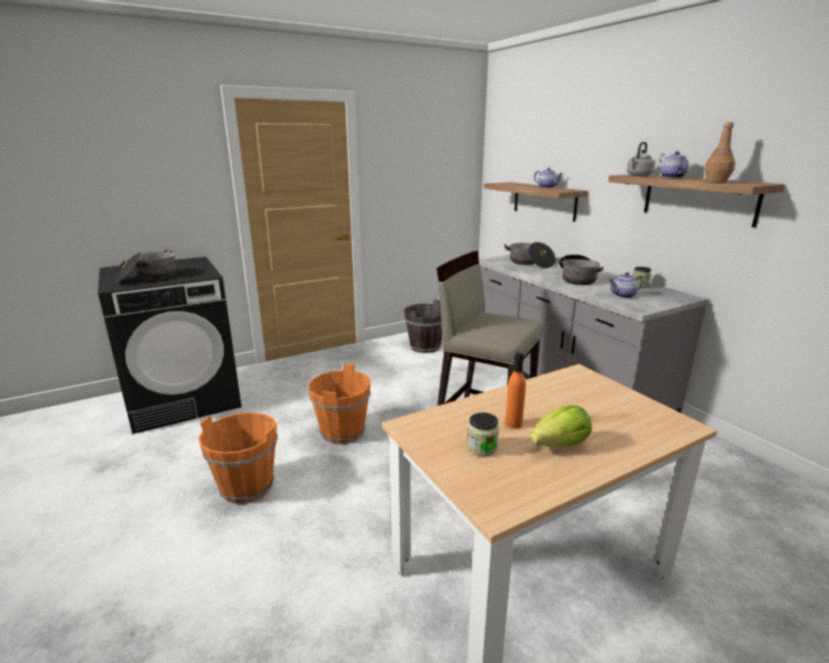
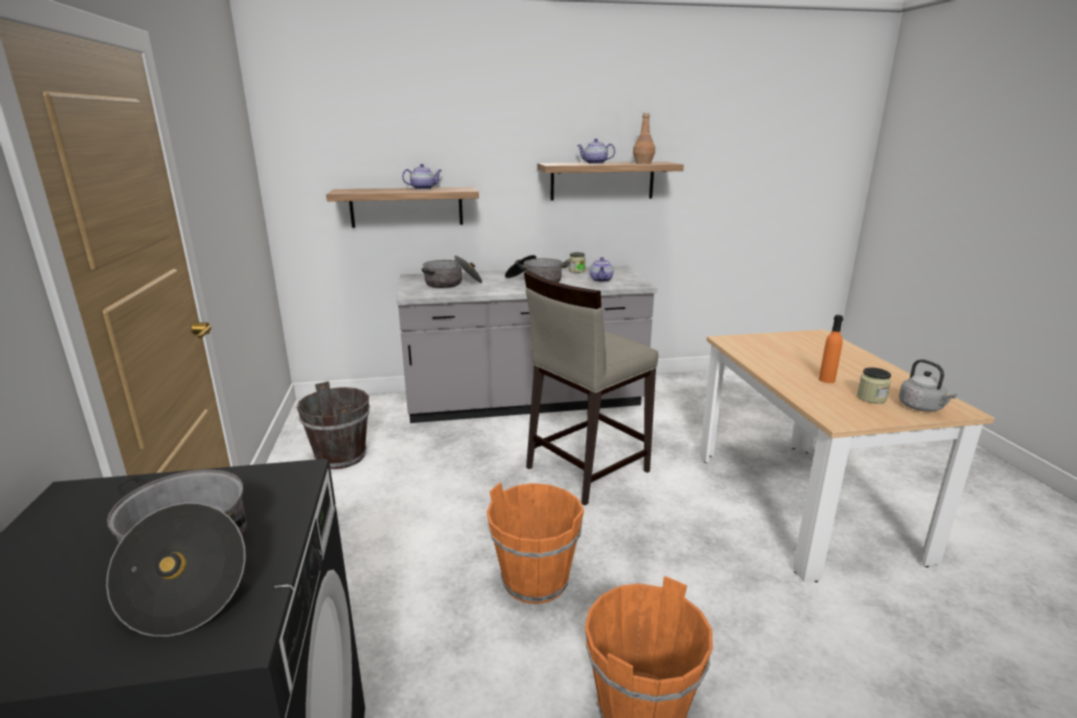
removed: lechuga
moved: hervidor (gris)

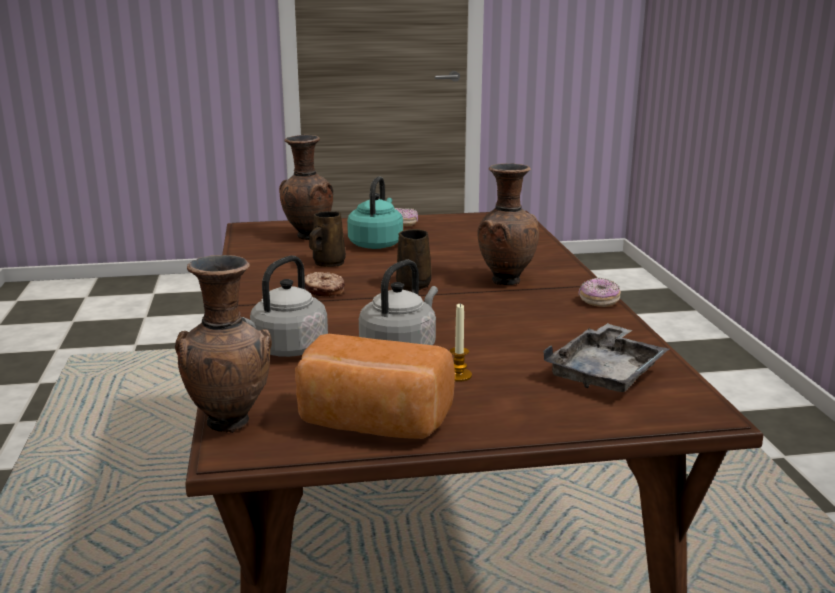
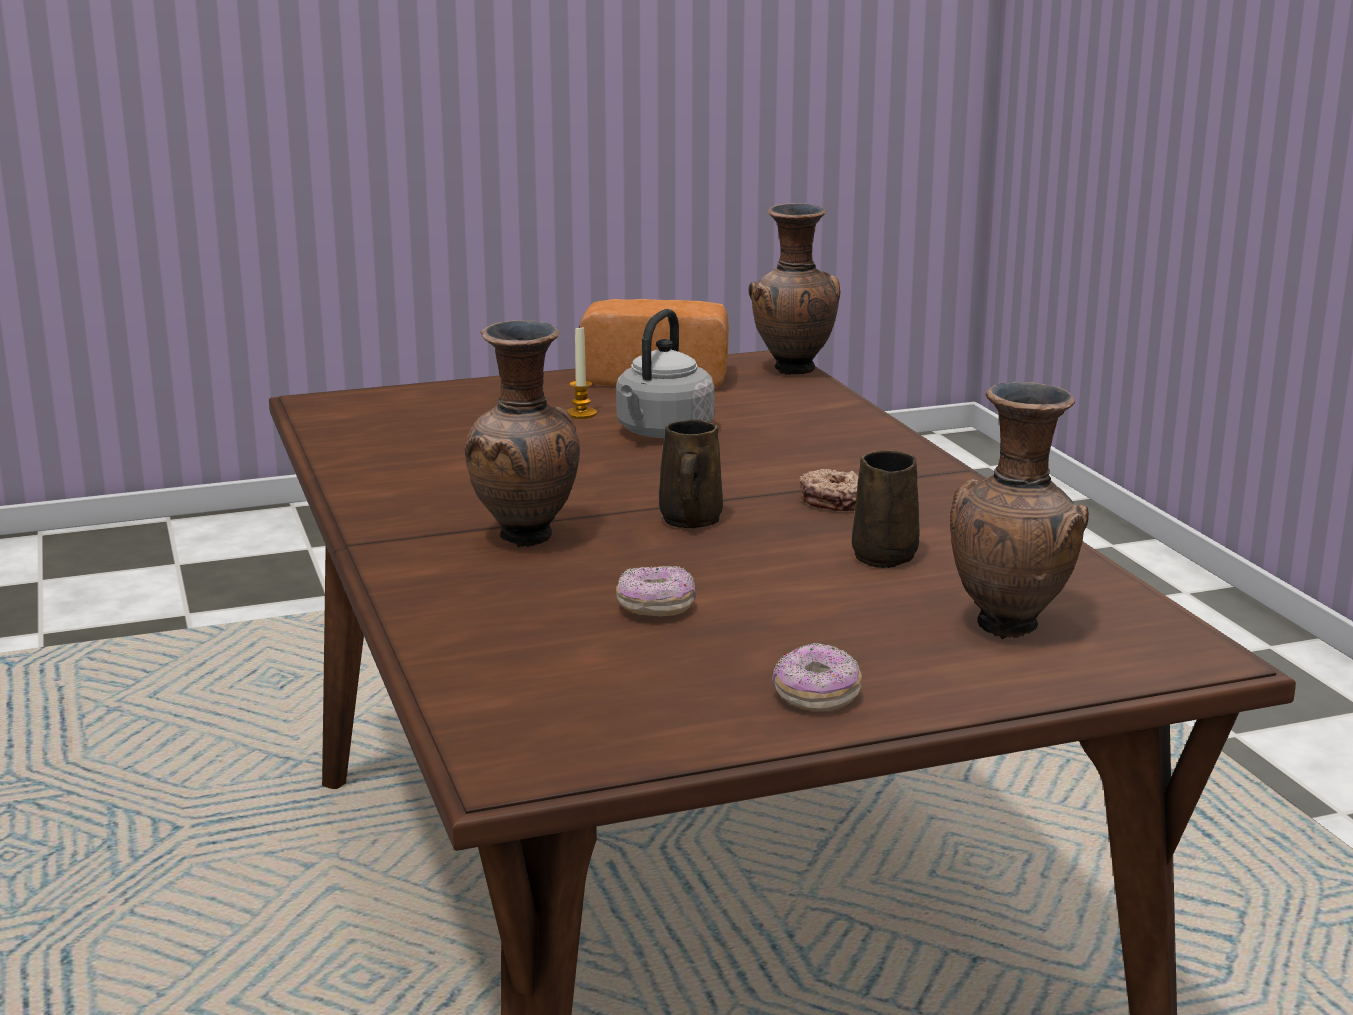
removed: hervidor (gris) (1st from left); hervidor (turquesa); bandeja (gris)
moved: rosquilla (3rd from left in the first image) to rosquilla (1st from left)

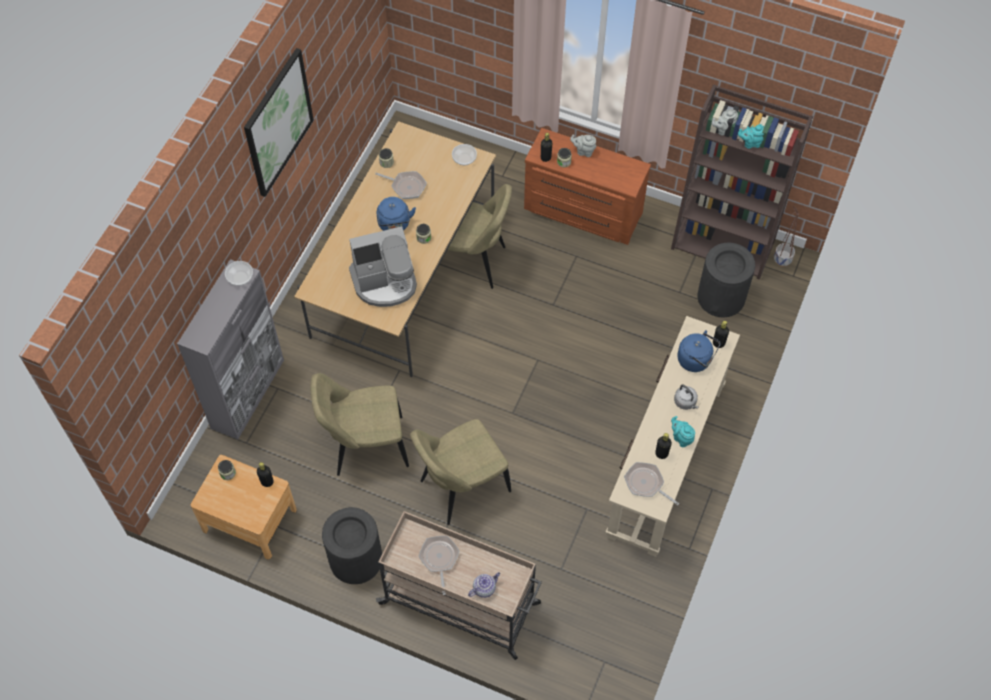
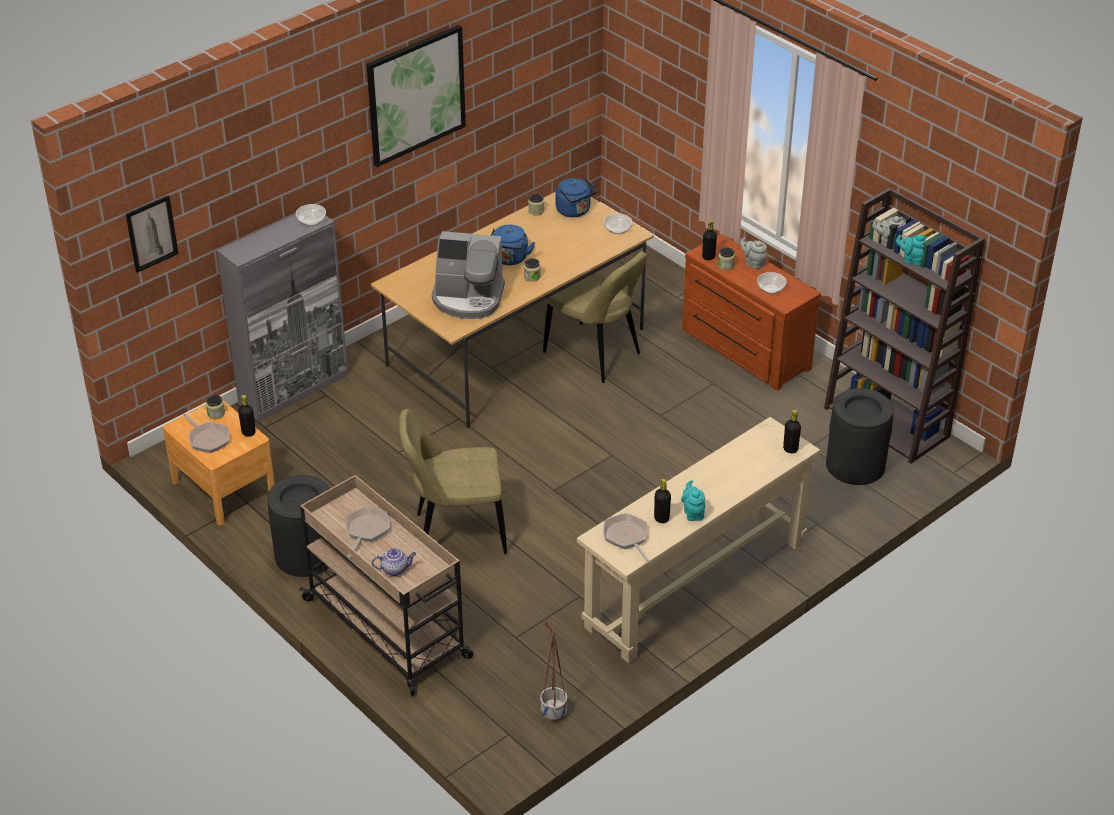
removed: silla (beis) (1st from left); hervidor (gris)
added: cuadro (1st from left); cuenco (3rd from left)
moved: sartén (1st from left); hervidor (azul) (2nd from left); maceta

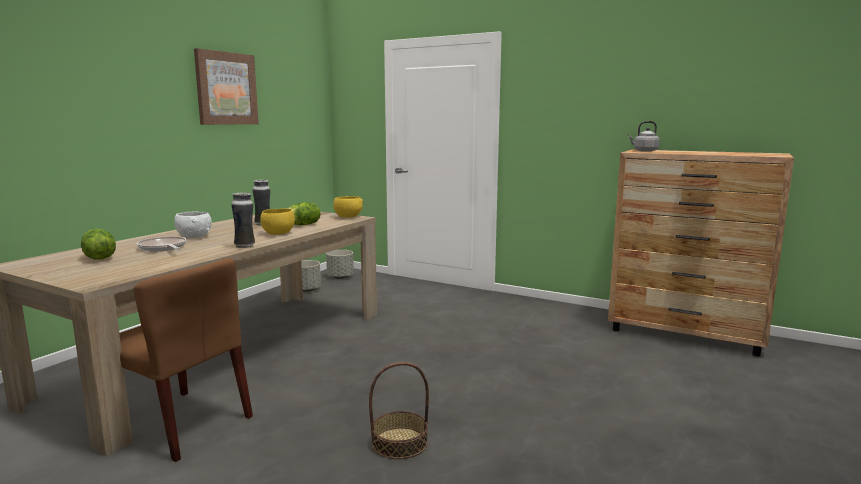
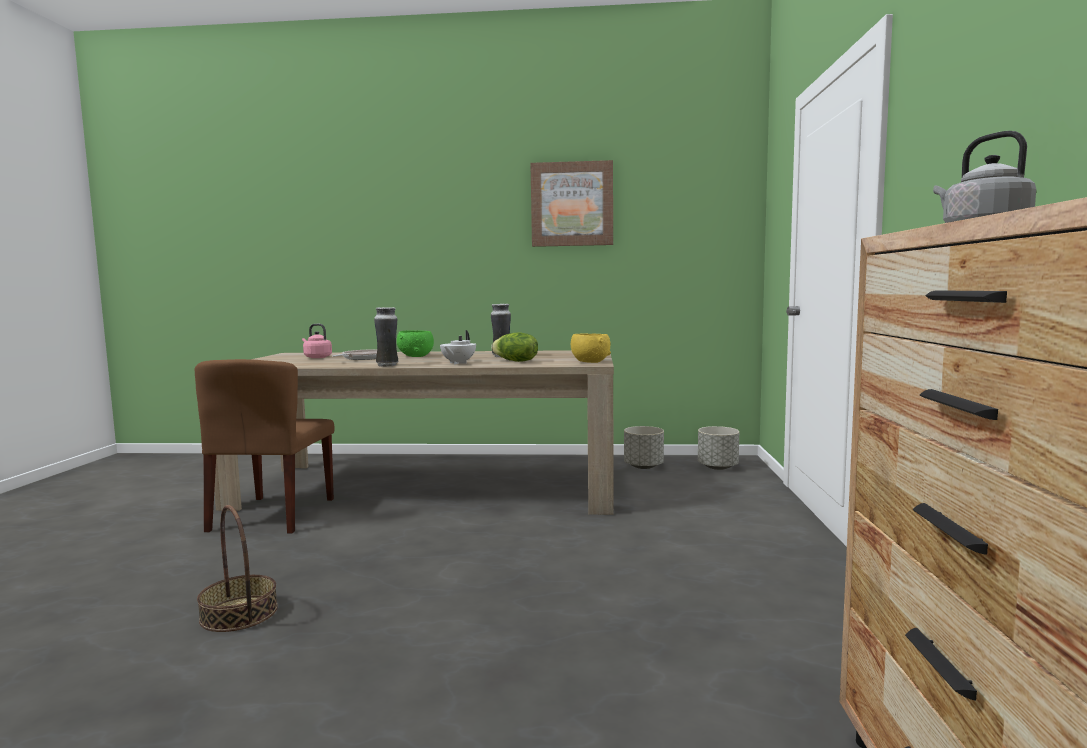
replaced: lechuga (1st from left) to hervidor (rosa); cuenco (amarillo) (1st from left) to tetera (blanco)
recoloured: cuenco (blanco) to cuenco (verde)

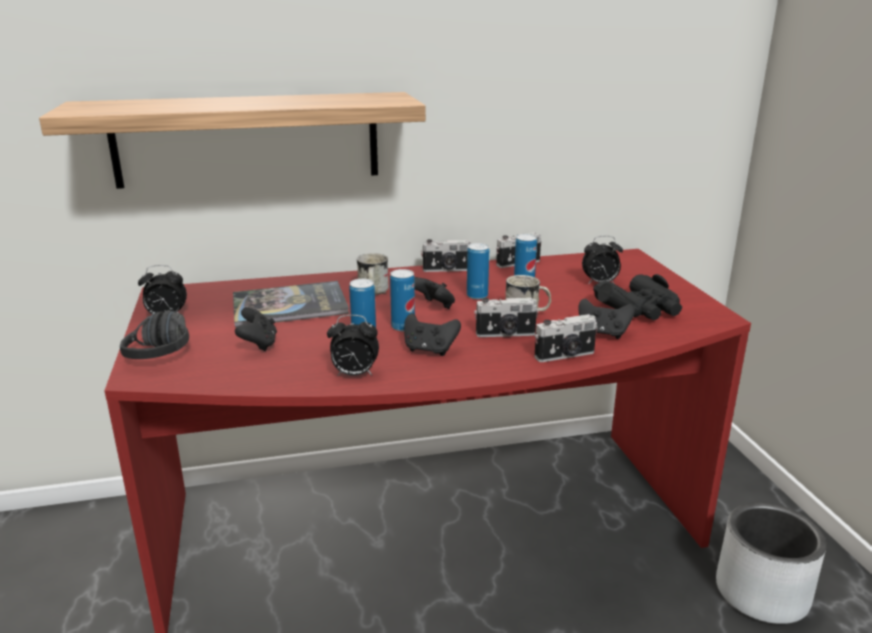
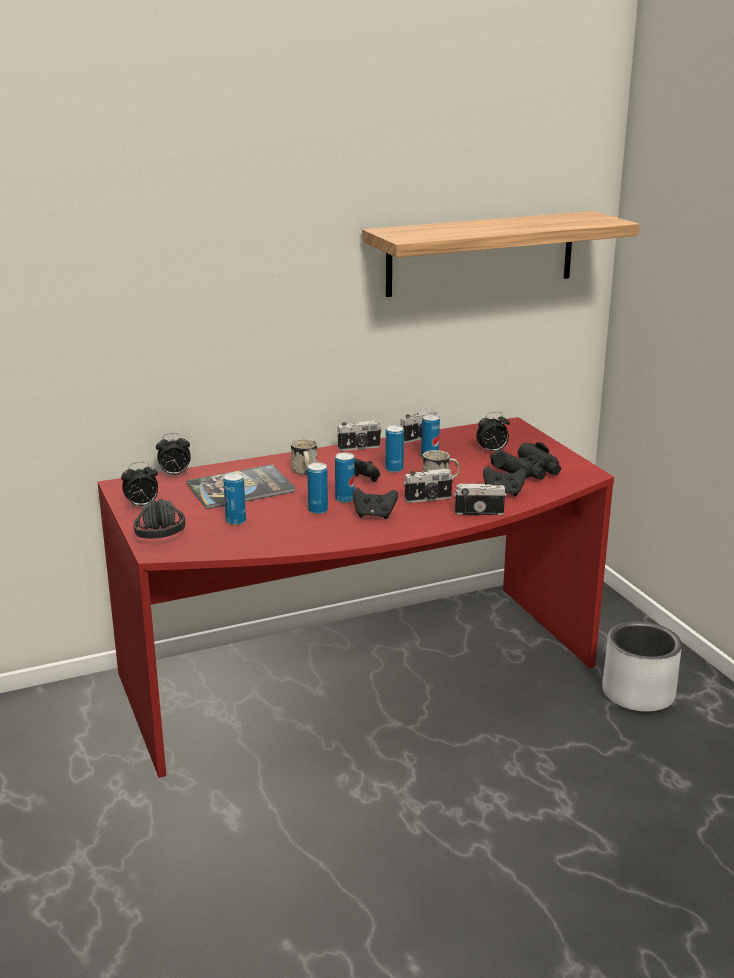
moved: estante; despertador (2nd from left)
replaced: mando de consola (negro) (1st from left) to lata (1st from left)
turned: cámara (4th from left) 150 degrees counterclockwise

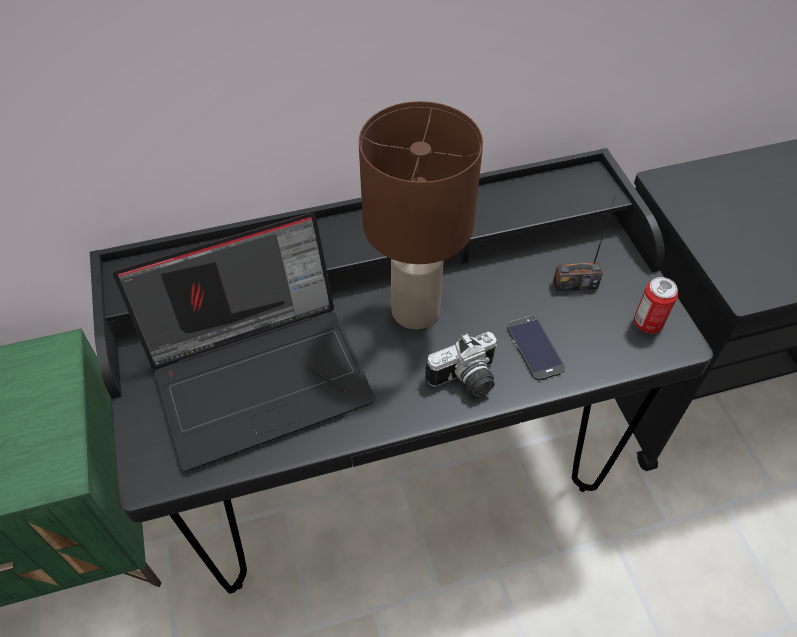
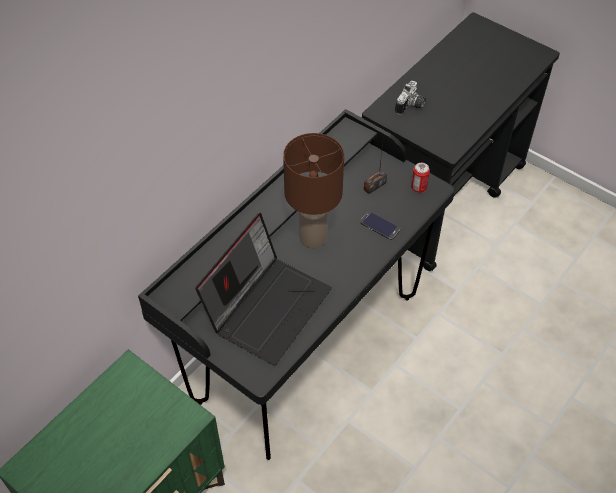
moved: cámara

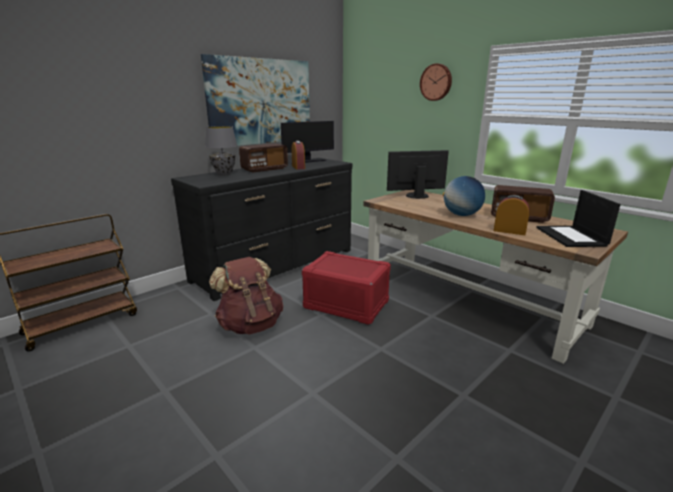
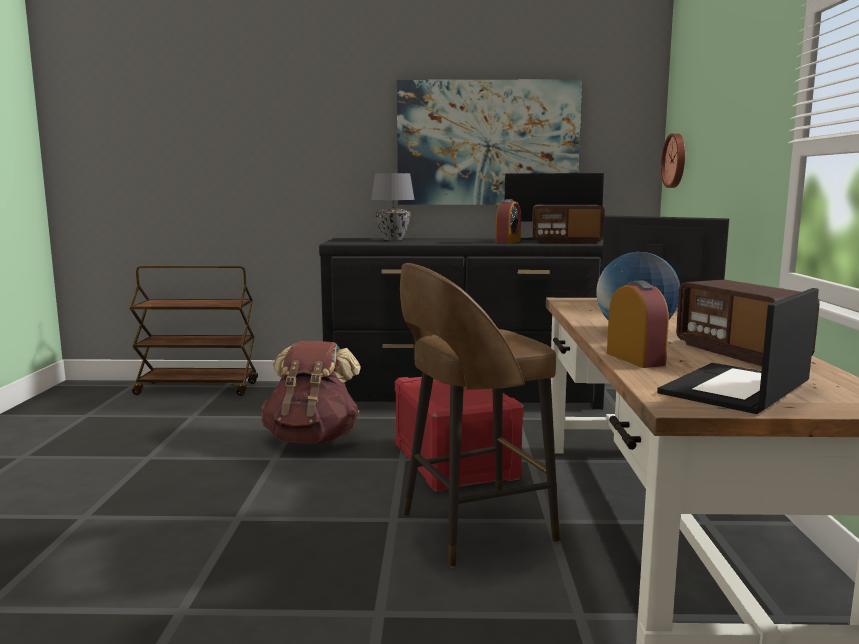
added: taburete (marrón)
moved: radio (1st from left); reloj de pared

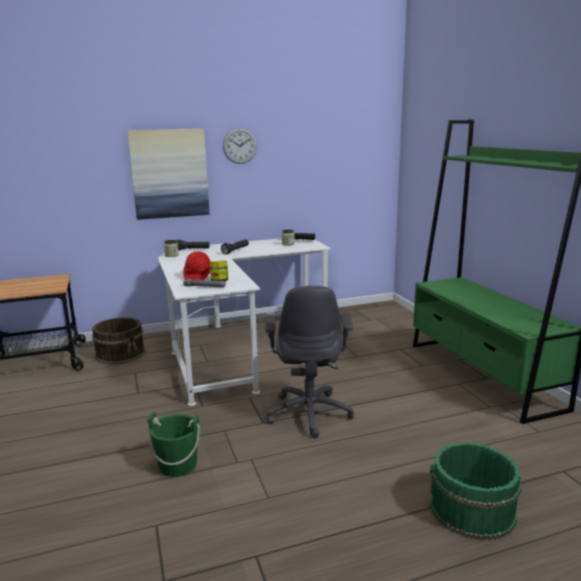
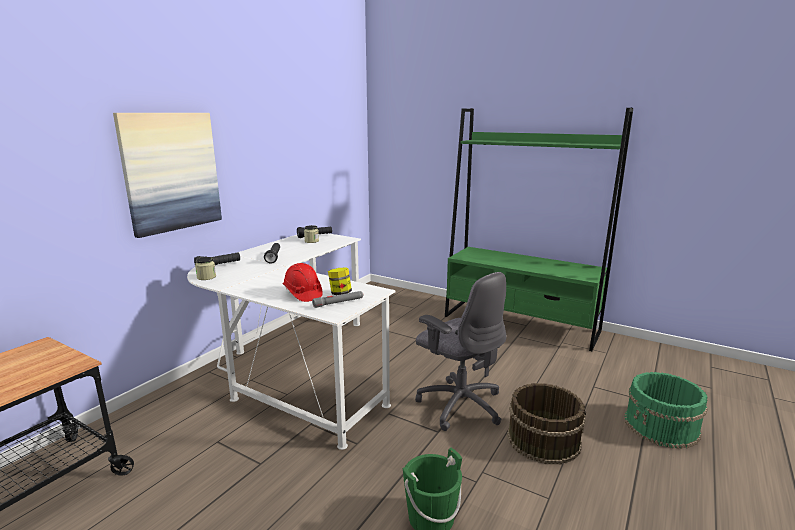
removed: reloj de pared
moved: cubo (marrón)

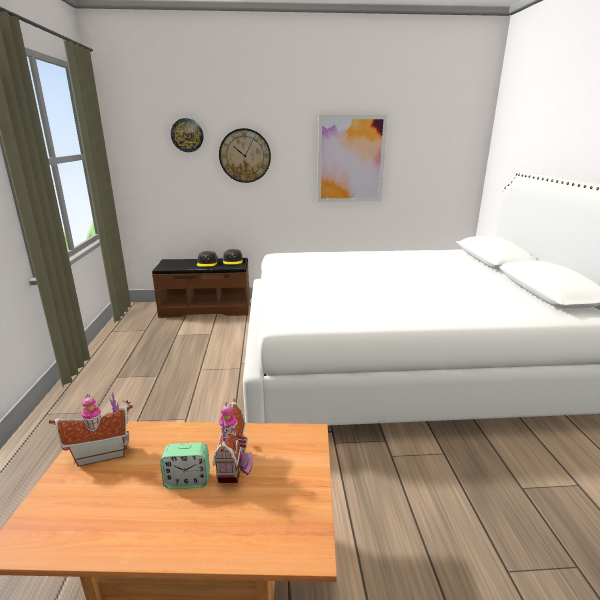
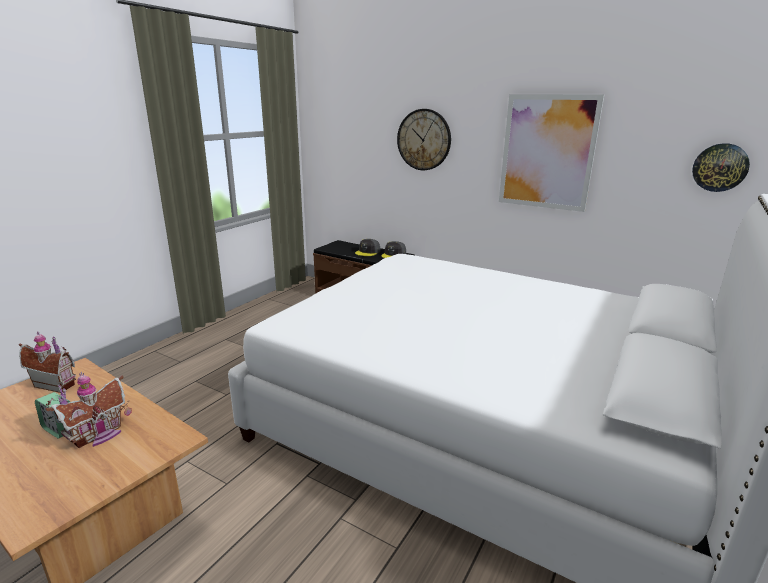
moved: reloj de pared (1st from left in the first image) to reloj de pared (2nd from left)

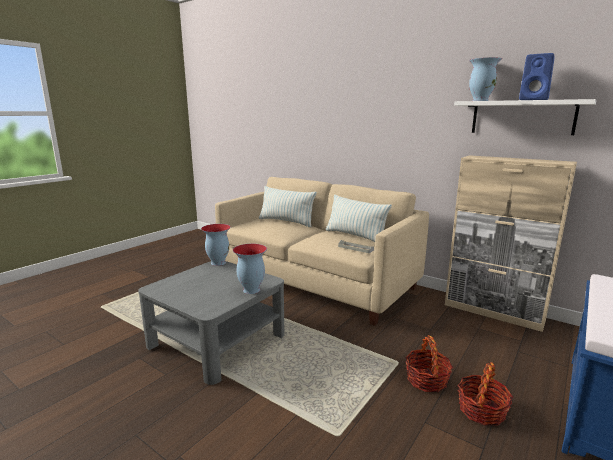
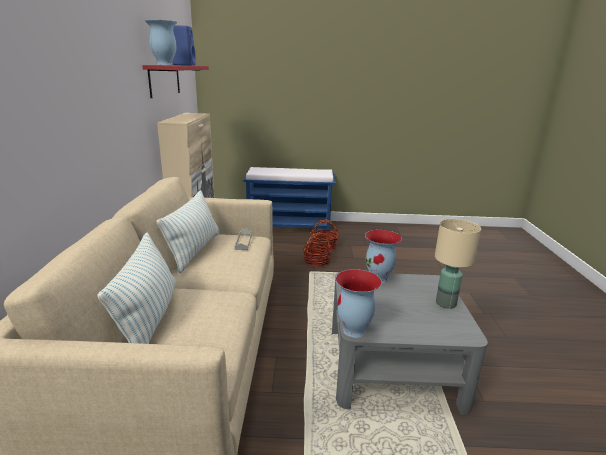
added: lámpara de mesa (beis)
recoloured: estante (blanco) to estante (rojo)

